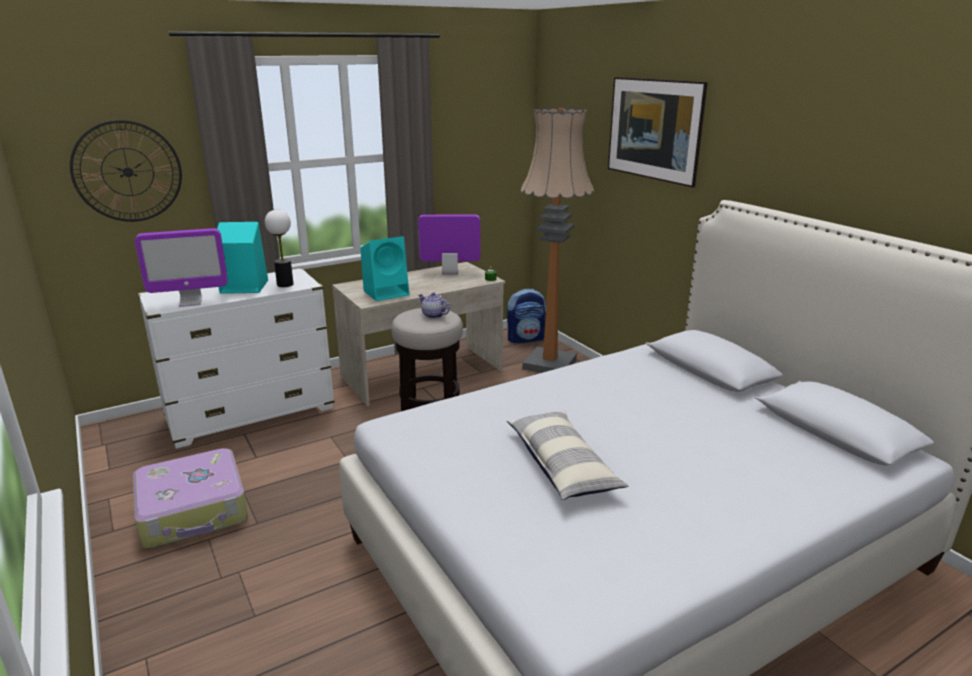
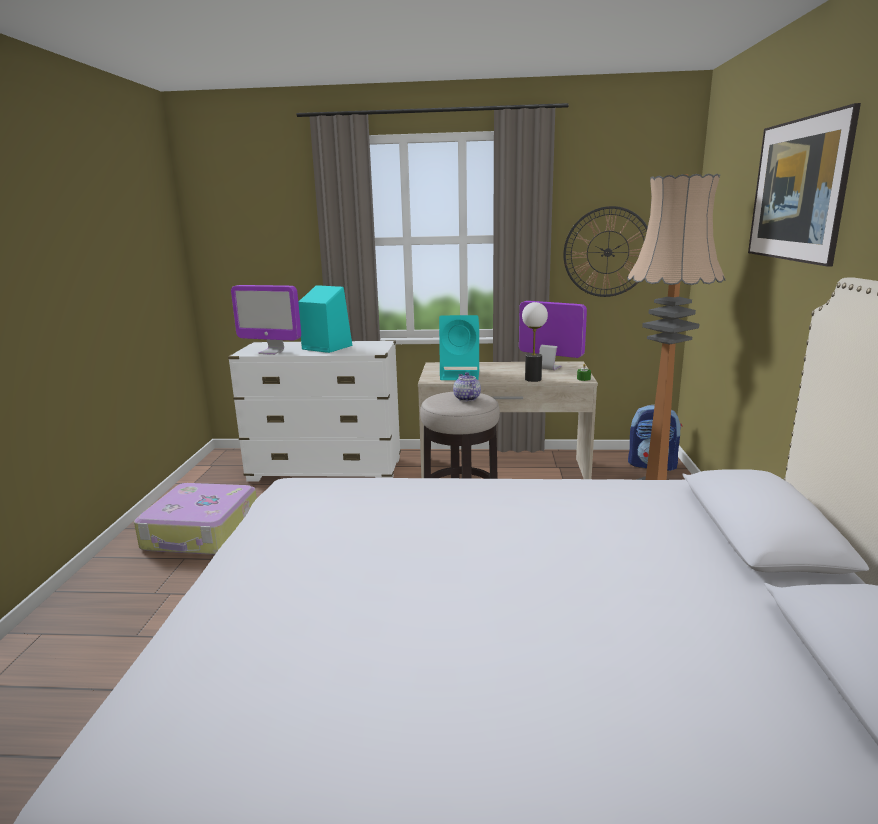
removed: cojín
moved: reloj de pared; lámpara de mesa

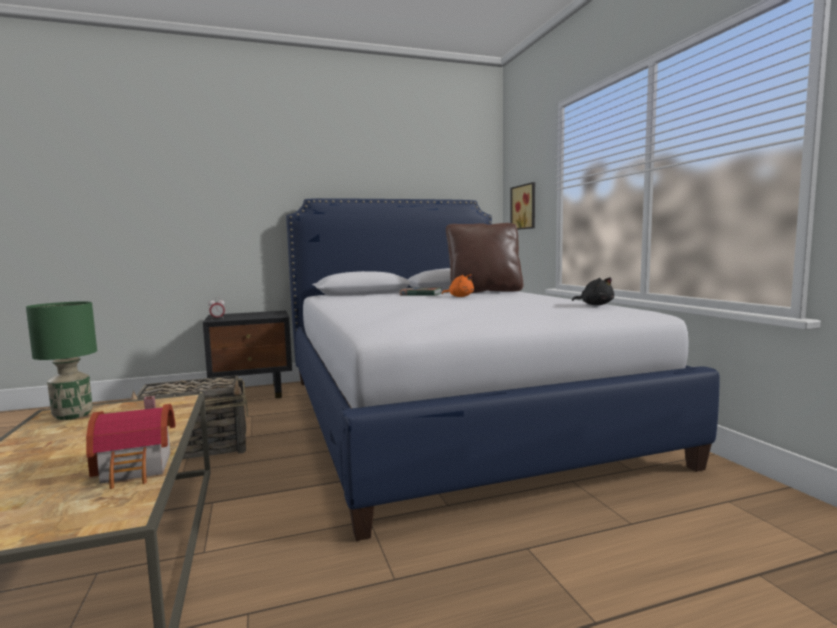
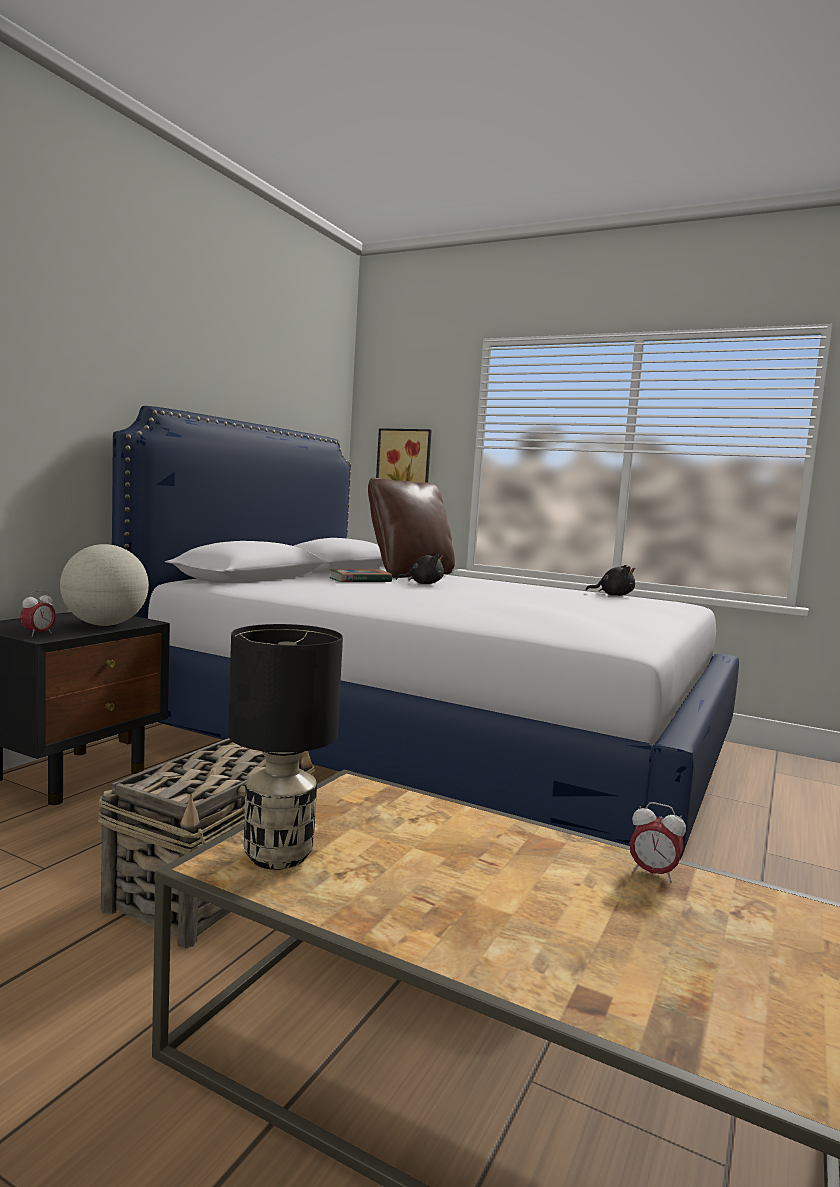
added: globo terráqueo
replaced: casita to despertador (2nd from left)
recoloured: lámpara de mesa (verde) to lámpara de mesa (negro); peluche (naranja) to peluche (negro) (1st from left)

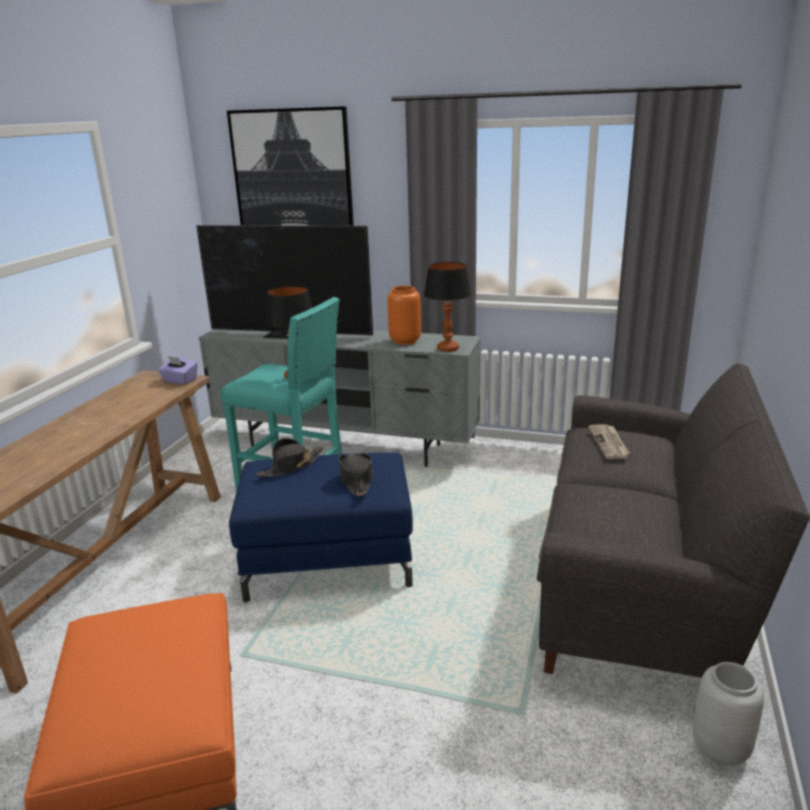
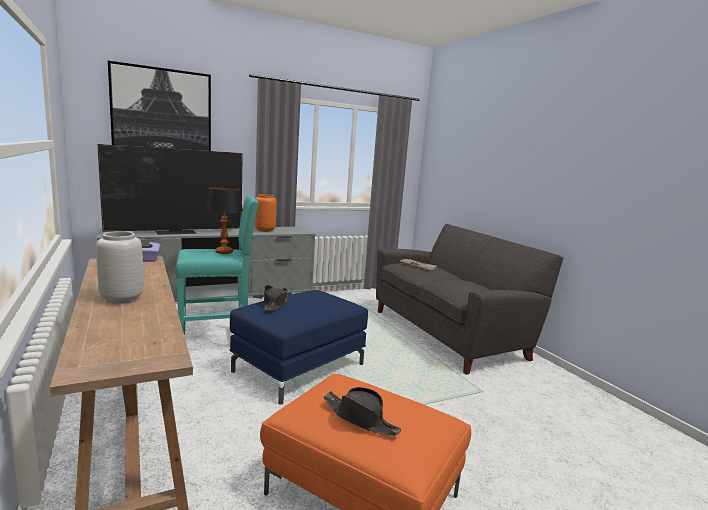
removed: lámpara de mesa (2nd from left)
moved: sombrero (negro) (2nd from left); florero (gris)

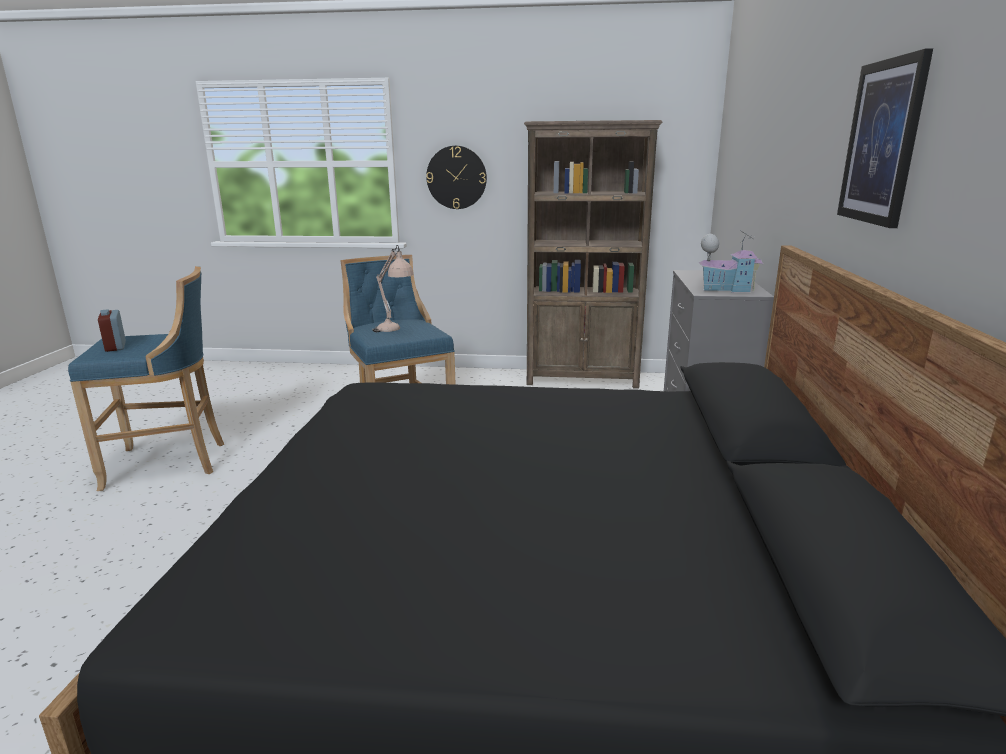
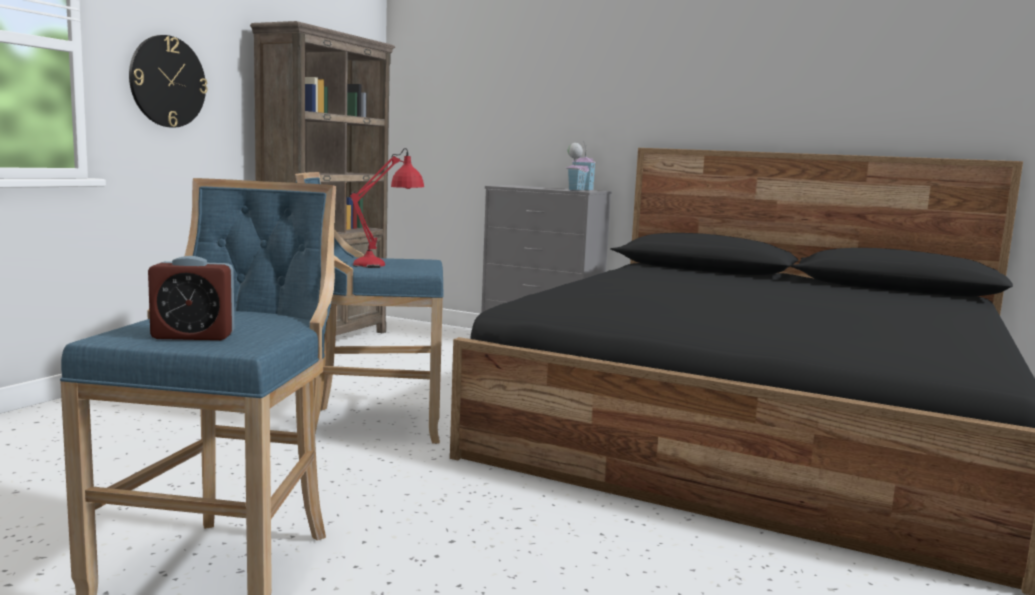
removed: cuadro
recoloured: lámpara de mesa (beis) to lámpara de mesa (rojo)

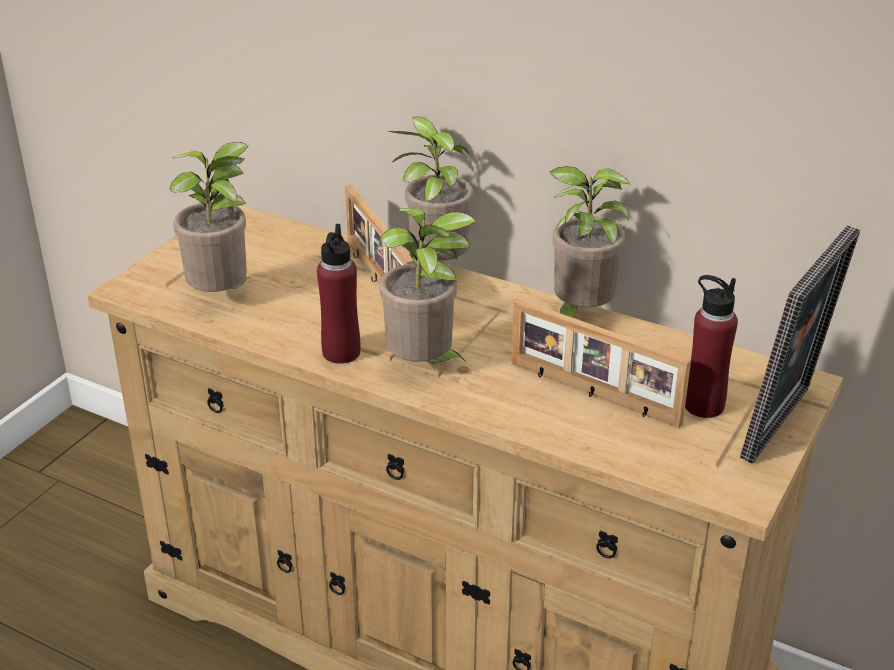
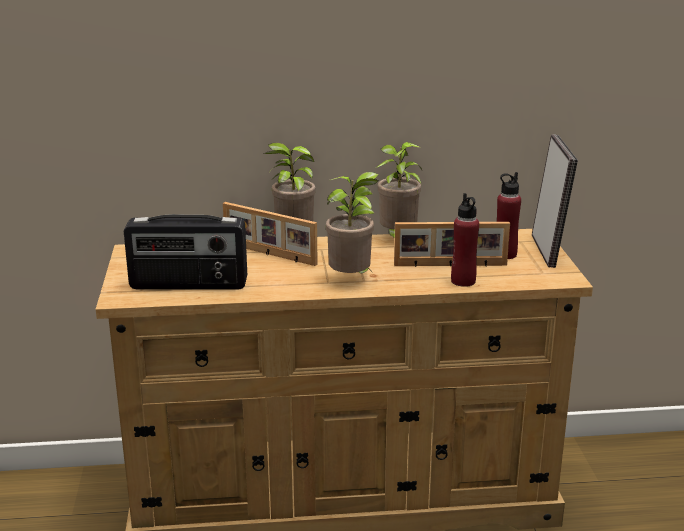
moved: botella (rojo) (1st from left)
replaced: planta en maceta (1st from left) to radio

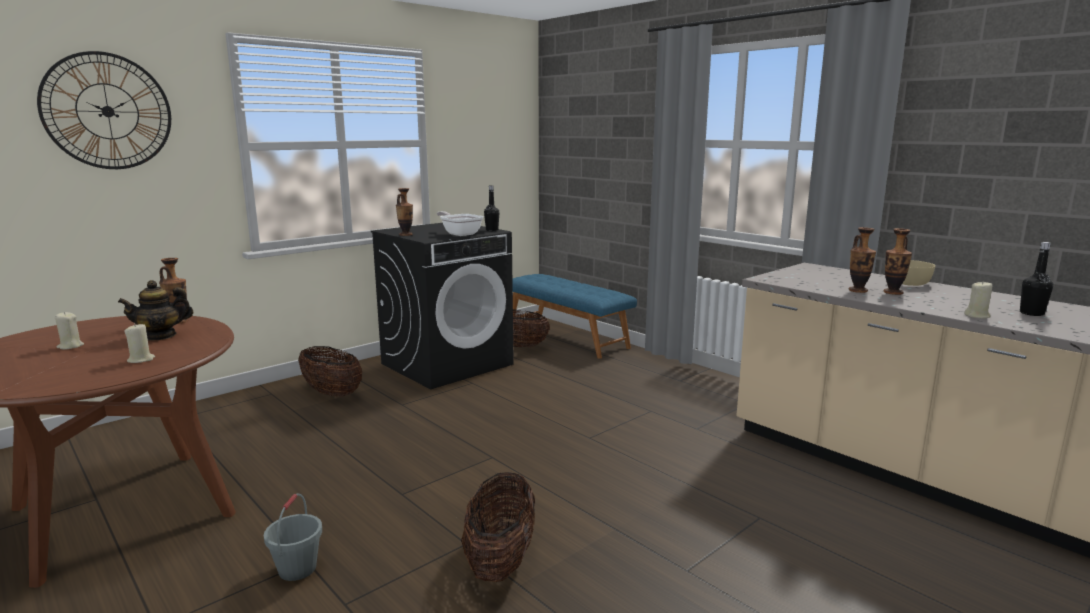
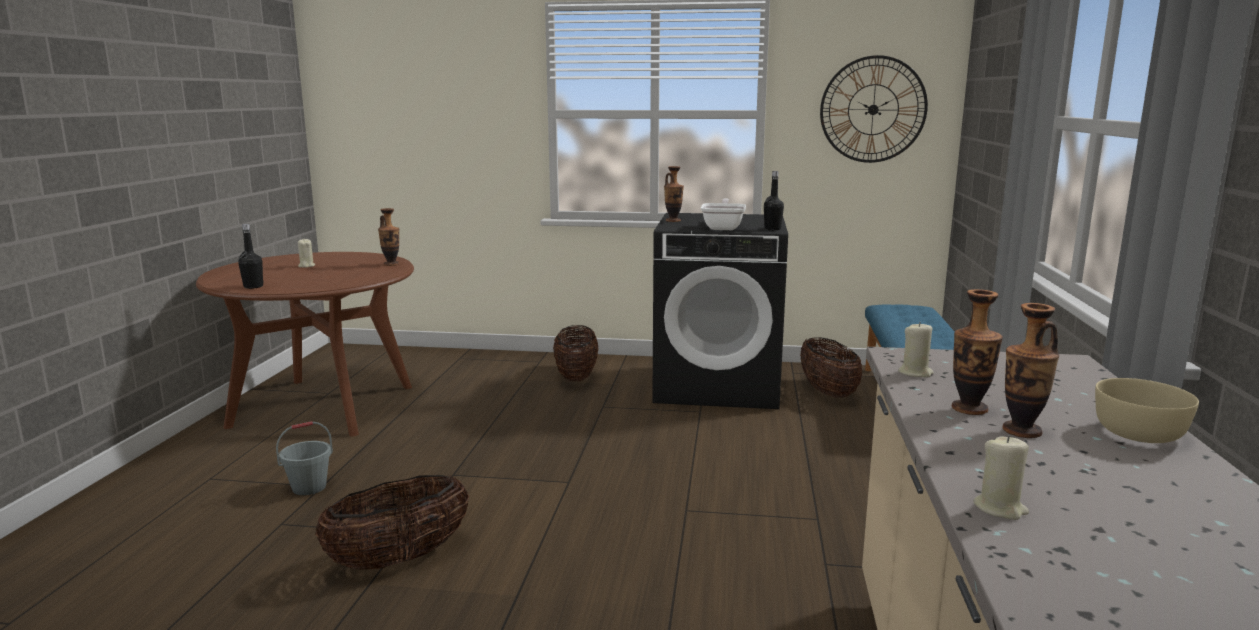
removed: tetera
moved: reloj de pared; vela (beis) (2nd from left); botella (negro) (2nd from left in the first image) to botella (negro) (1st from left)

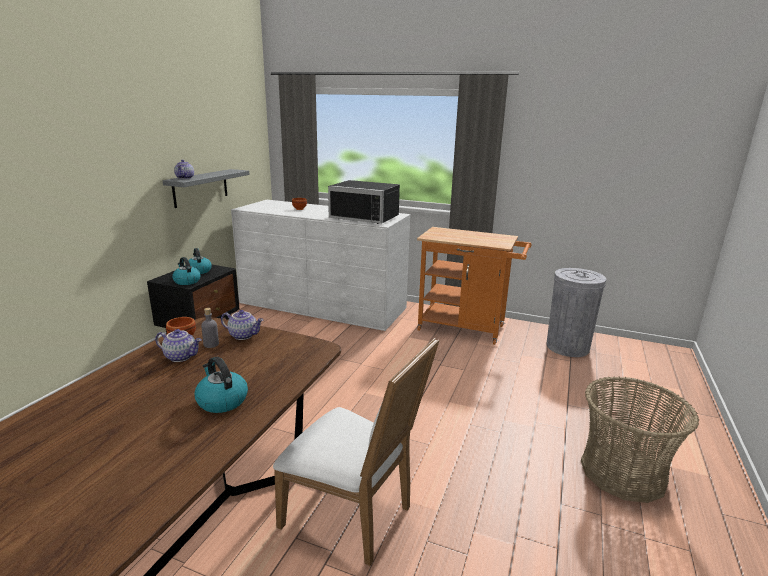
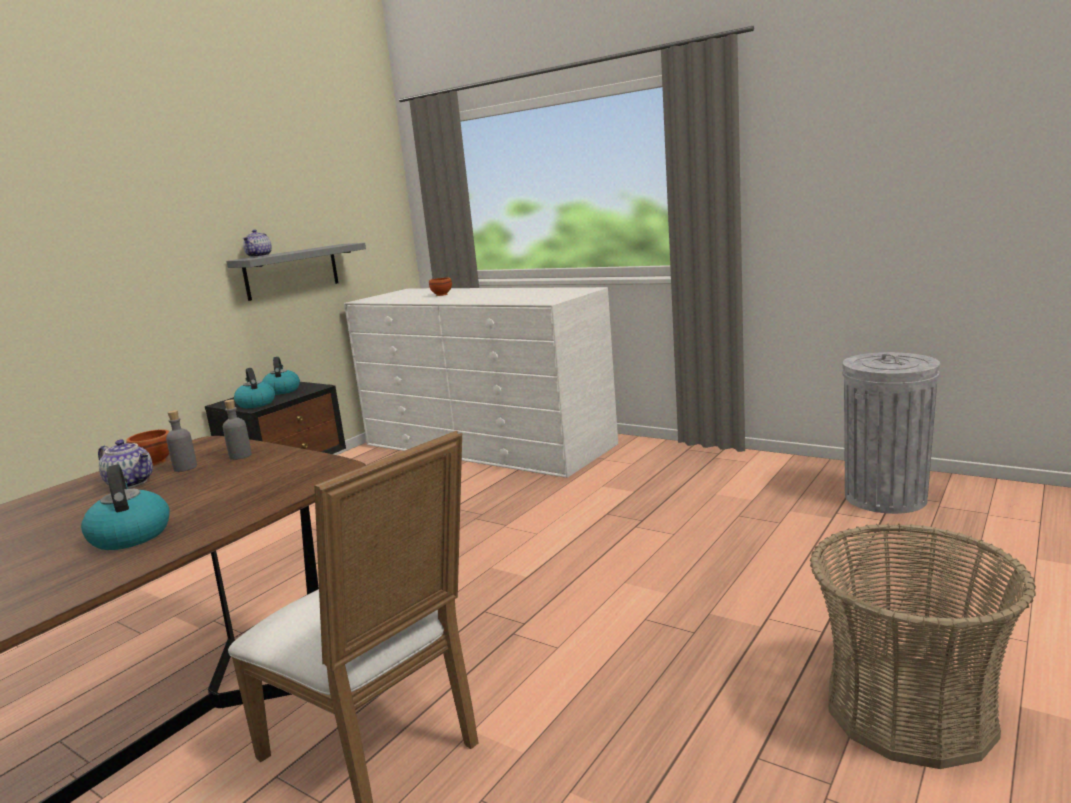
removed: microondas (negro); carrito (naranja)
replaced: tetera (3rd from left) to botella (gris) (2nd from left)

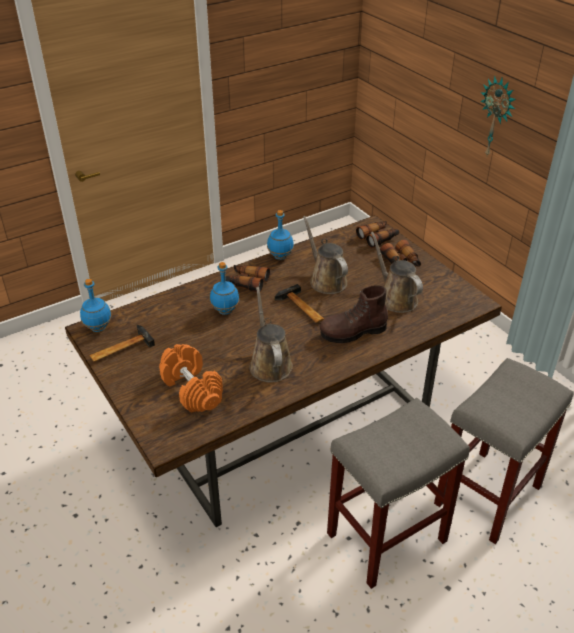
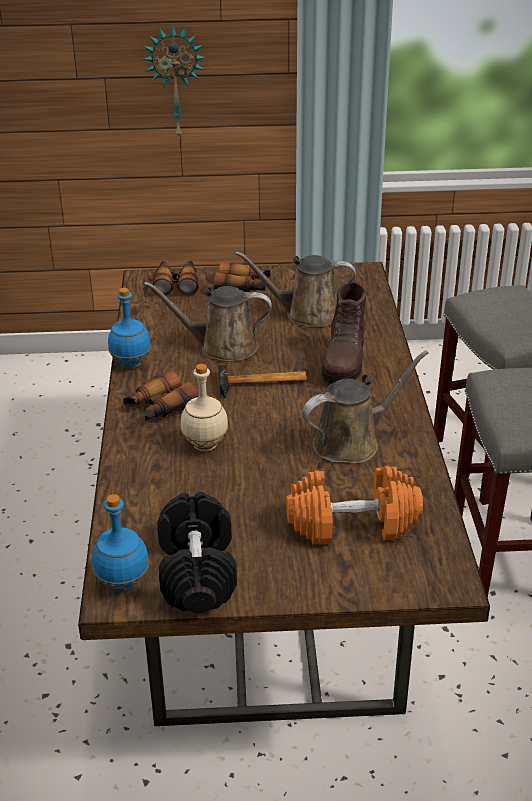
replaced: martillo (1st from left) to mancuerna (negro)
recoloured: botella (azul) (2nd from left) to botella (beis)
turned: regadera (marrón) (1st from left in the first image) 135 degrees clockwise

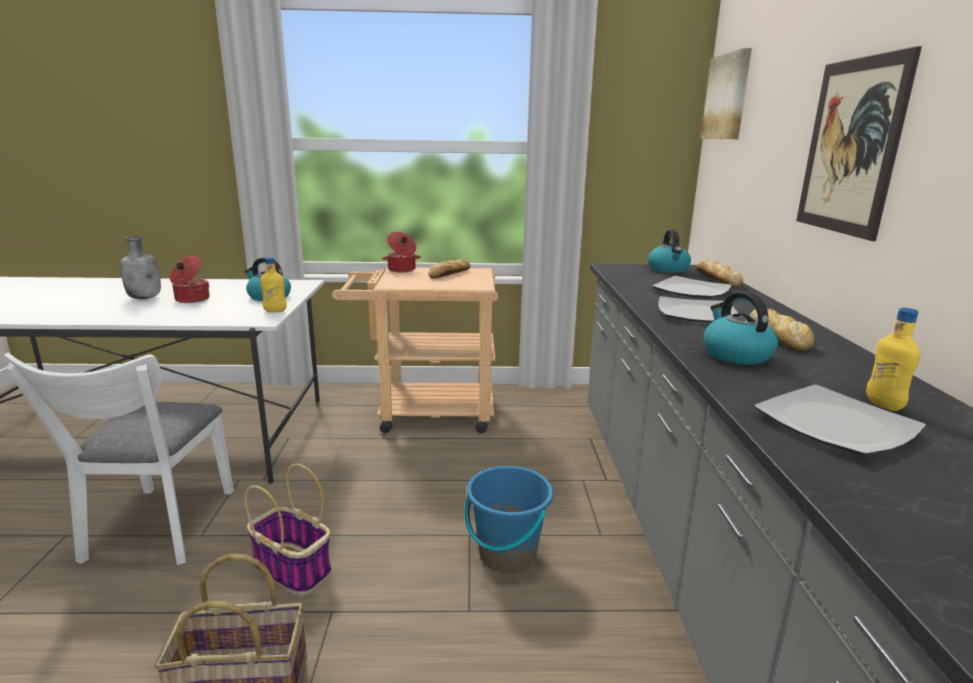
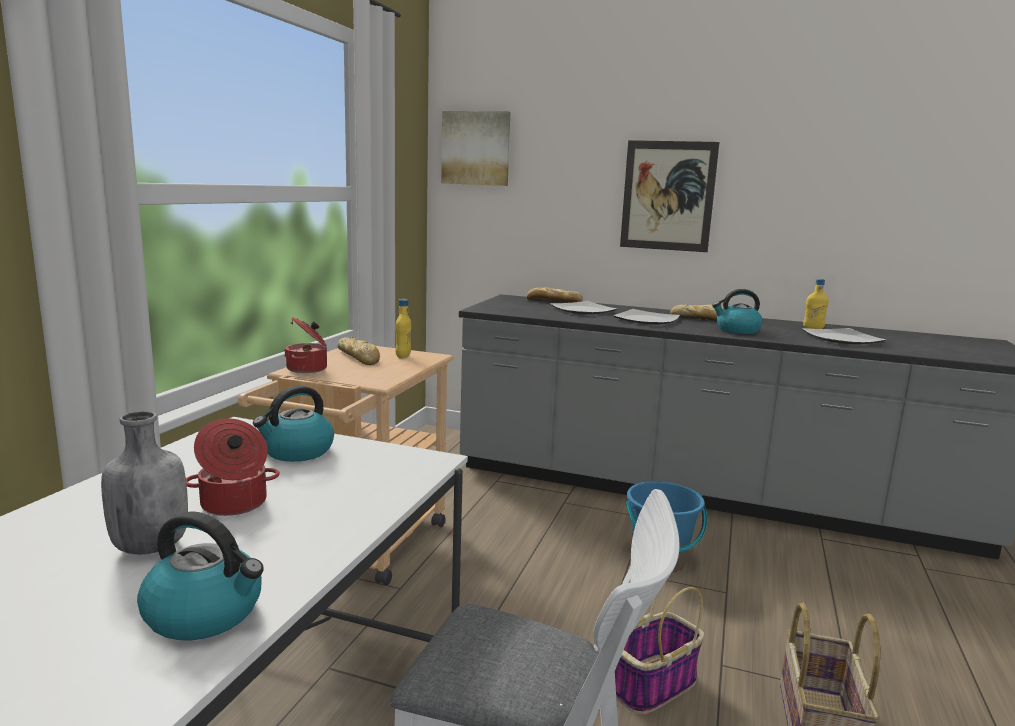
moved: botella (amarillo) (1st from left); hervidor (2nd from left in the first image) to hervidor (1st from left)

